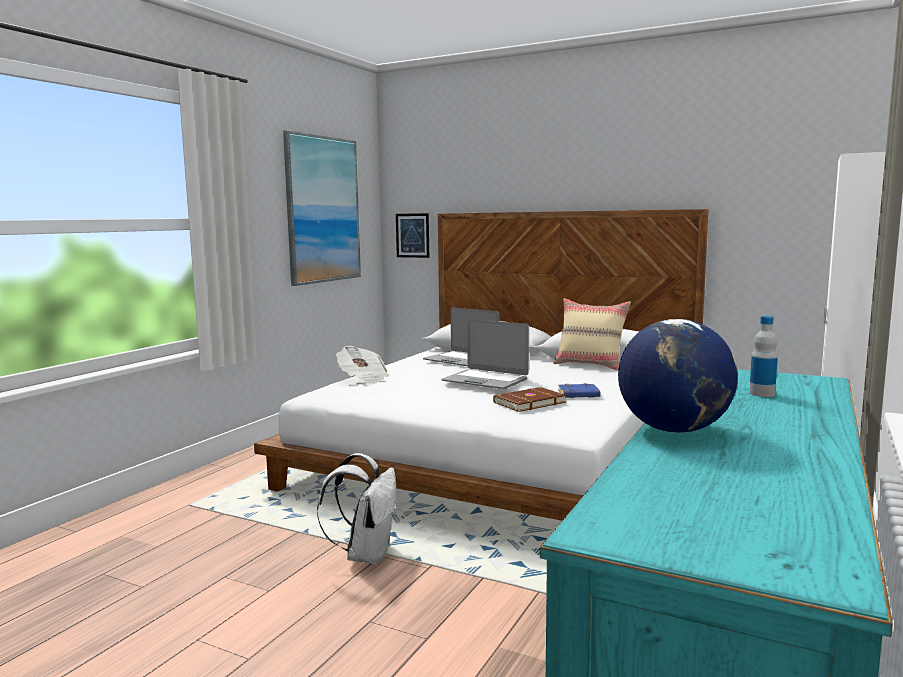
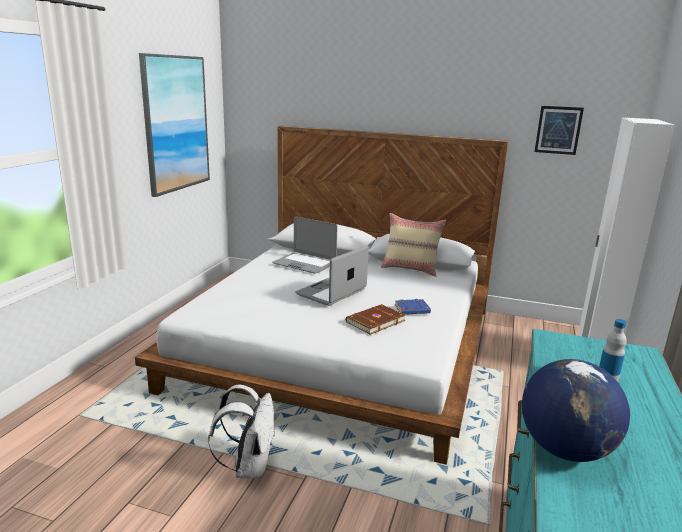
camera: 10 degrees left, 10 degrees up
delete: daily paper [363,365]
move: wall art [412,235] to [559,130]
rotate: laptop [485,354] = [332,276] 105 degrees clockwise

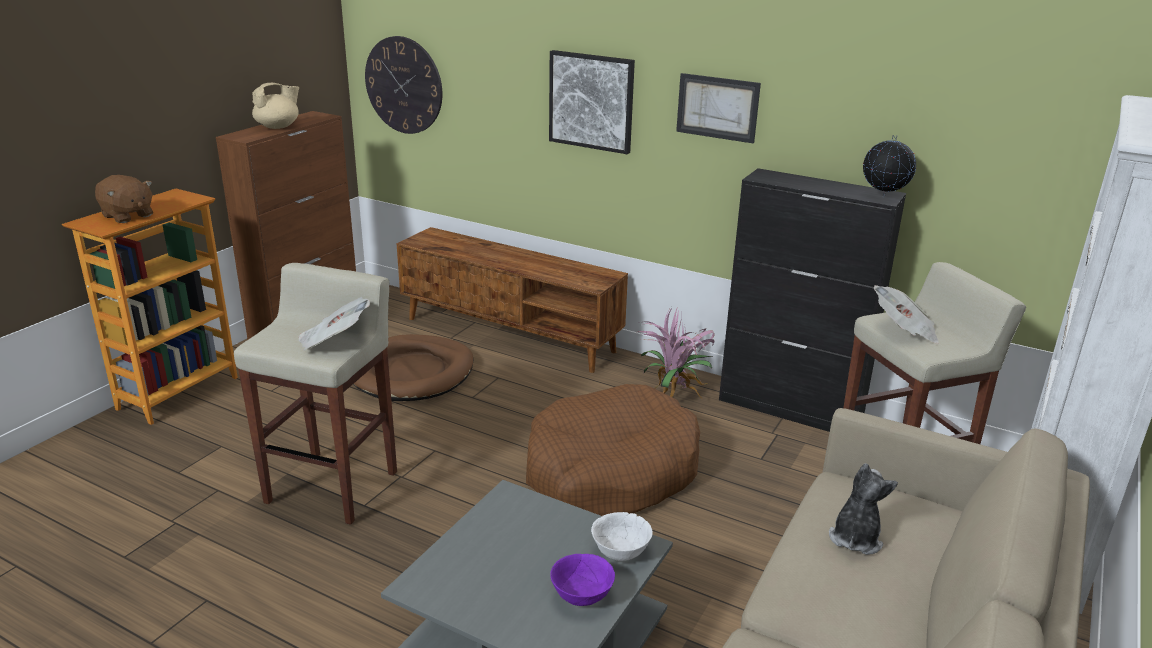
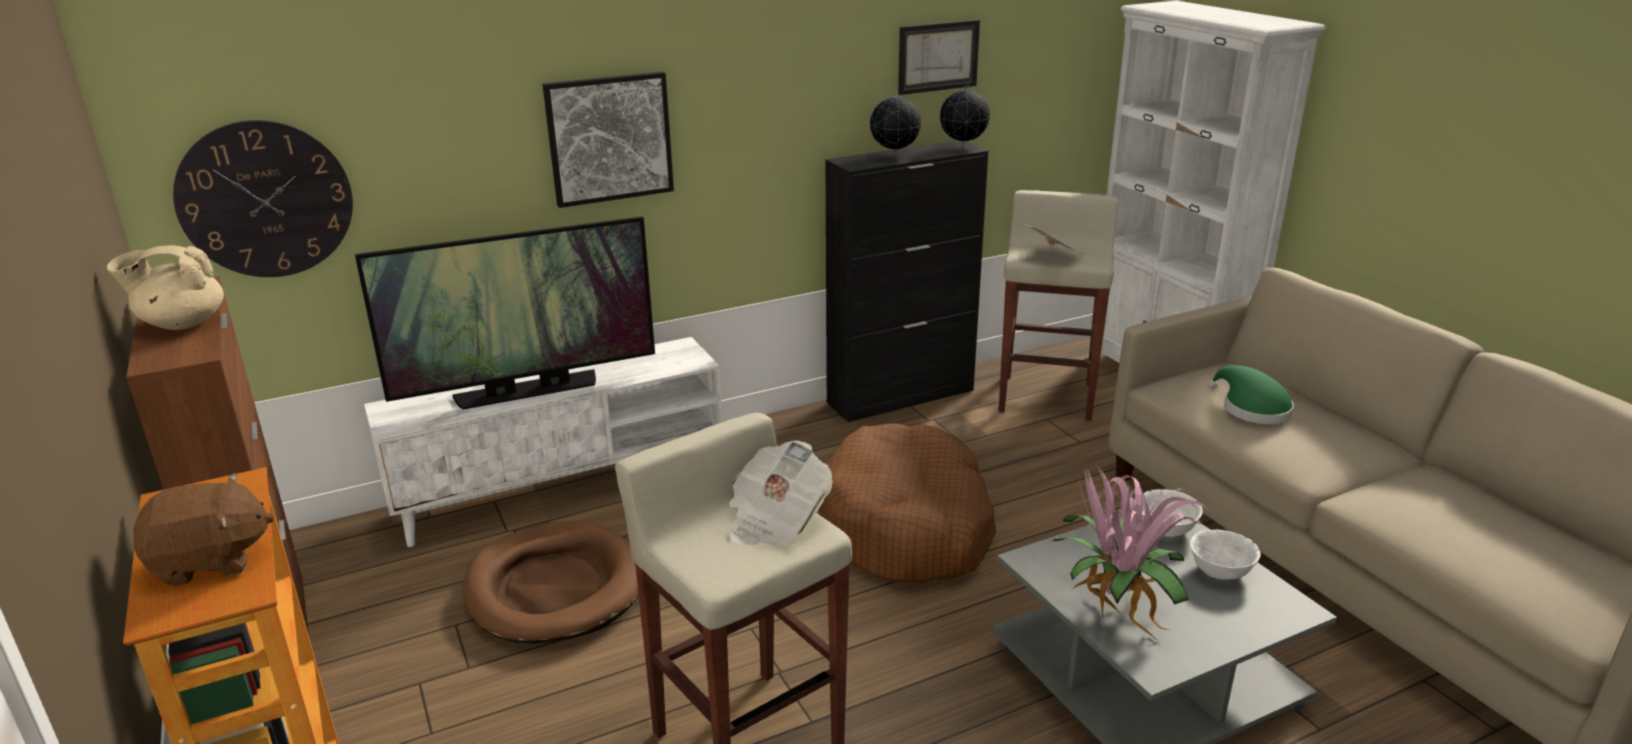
camera: 55 degrees left, 0 degrees up
insert: television [505,313]; desk globe [895,123]
move: plant in a pot [676,352] to [1131,554]; wall art [718,108] to [939,57]
replace: soft toy [863,509] to green clothing hat [1251,394]
recolor: brownish tv unit [512,300] to white-coloured tv unit [543,442]; purple deep dish [582,580] to white-coloured deep dish [1225,554]
rotate: sand-coloured teapot [275,106] = [165,287] 105 degrees counterclockwise

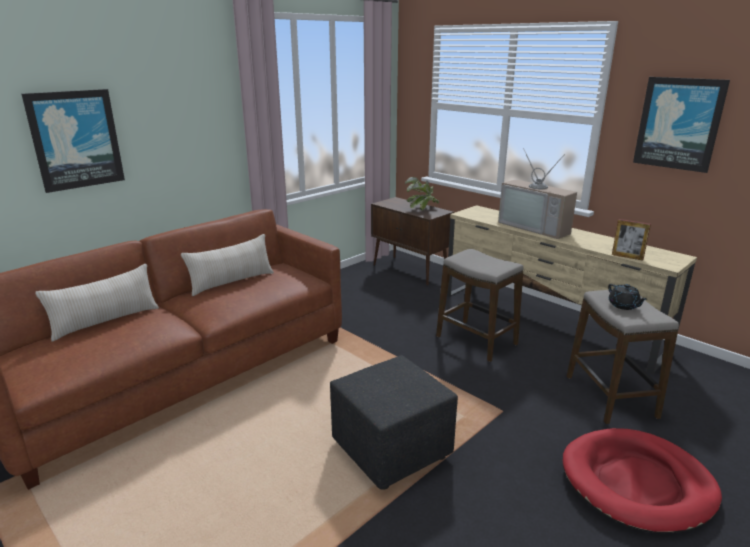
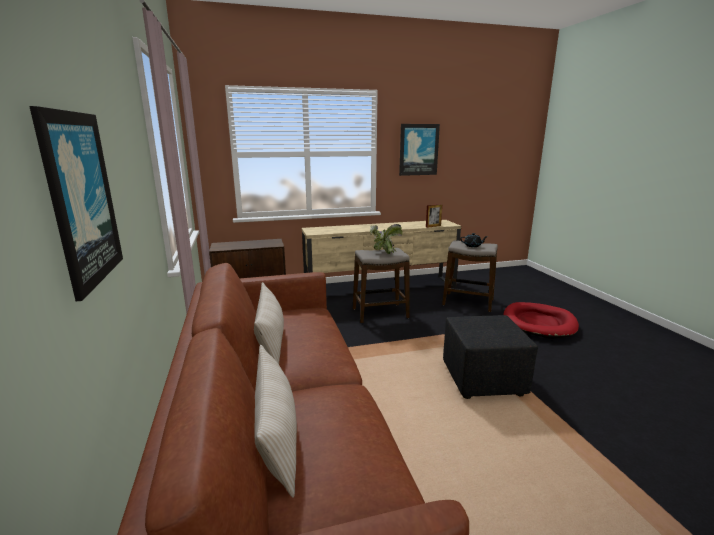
camera: 60 degrees left, 5 degrees down
delete: television [537,193]
move: plant in a pot [422,193] to [386,239]

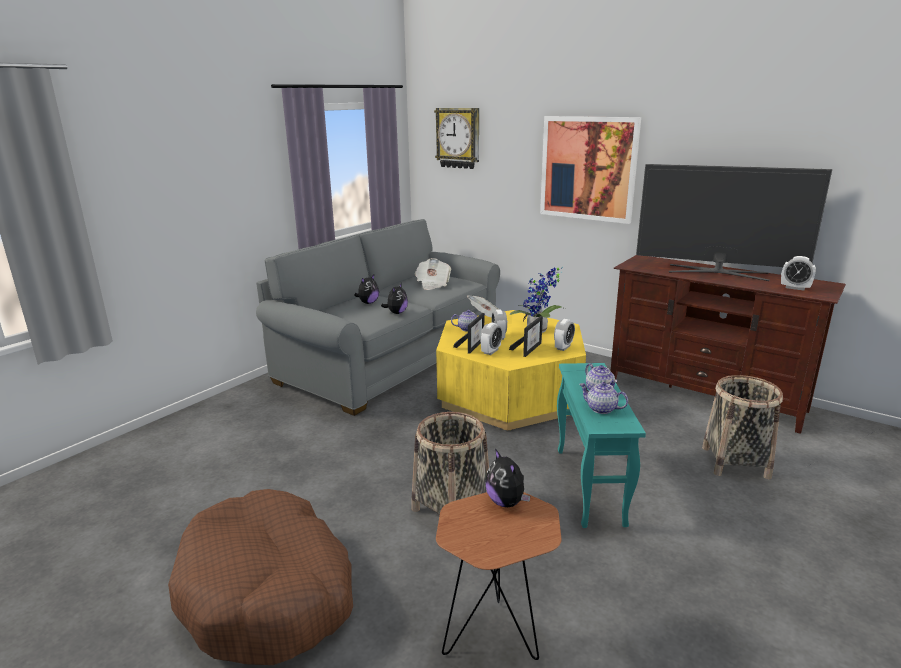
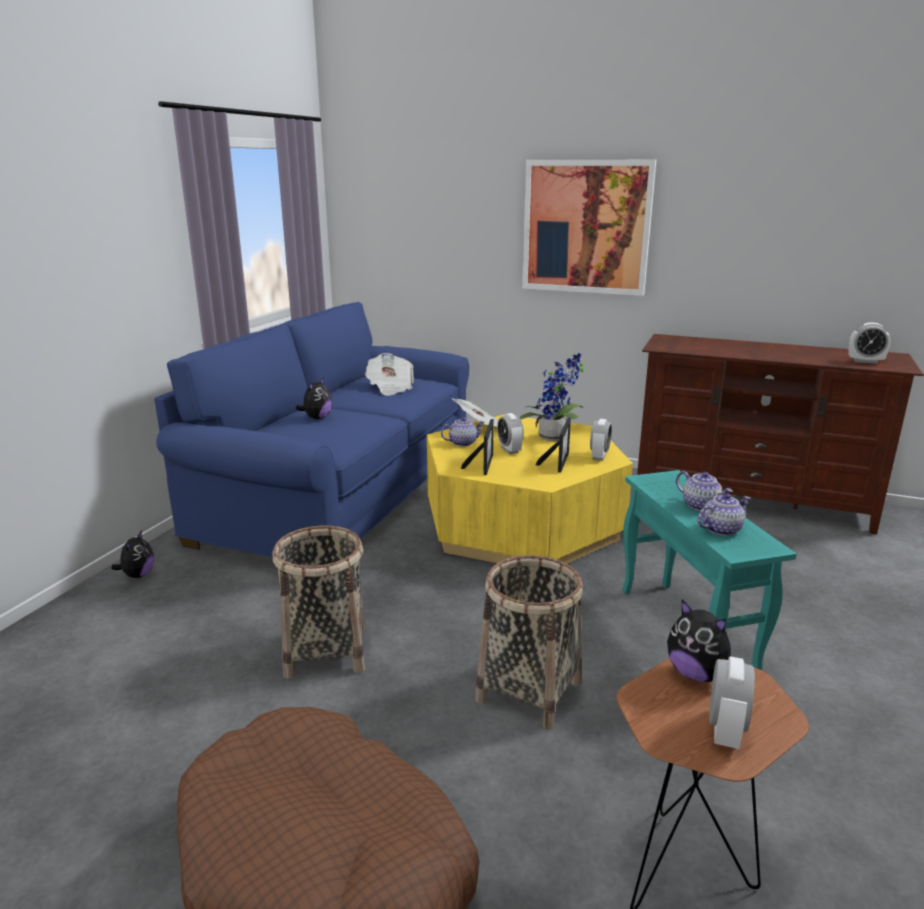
camera: 15 degrees left, 0 degrees up
delete: clock on the wall [456,138]; television [734,222]
move: soft toy [394,298] to [132,554]; bedside clock [491,338] to [732,702]; storage basket [742,427] to [318,602]
recolor: grey settee [378,317] to blue settee [311,429]
rotate: teapot [603,398] = [723,514] 135 degrees clockwise

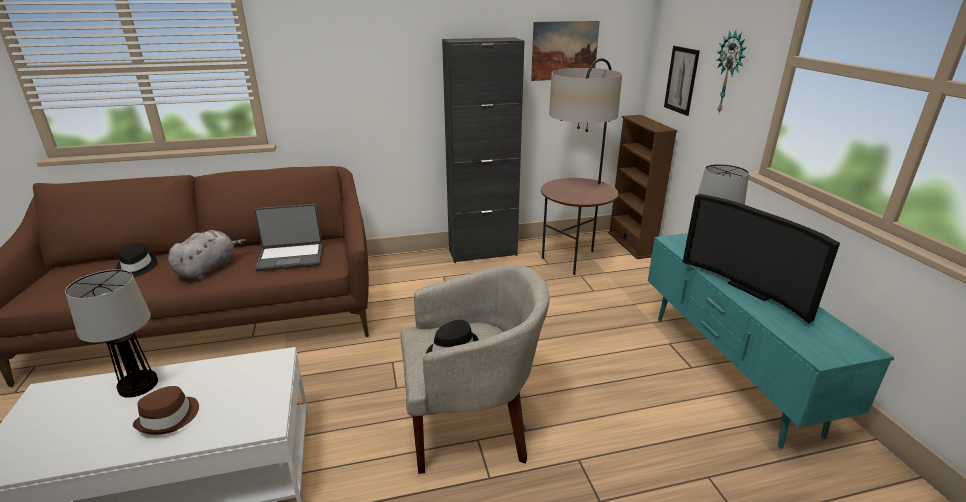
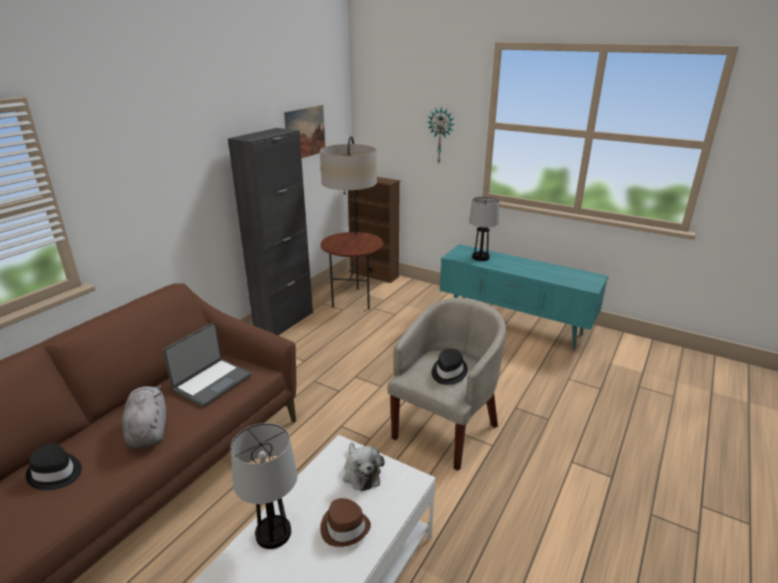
camera: 45 degrees left, 0 degrees up
delete: wall art [682,81]; television [761,258]
insert: soft toy [364,467]

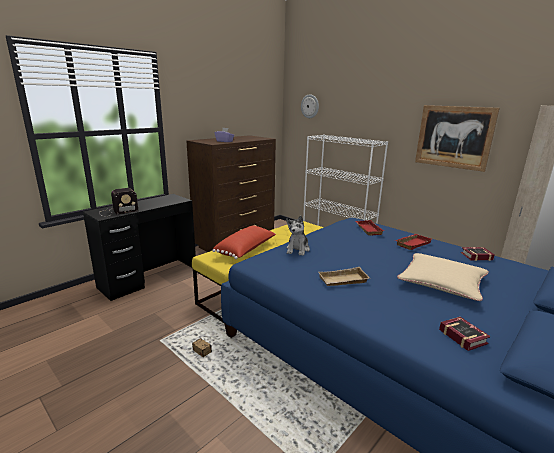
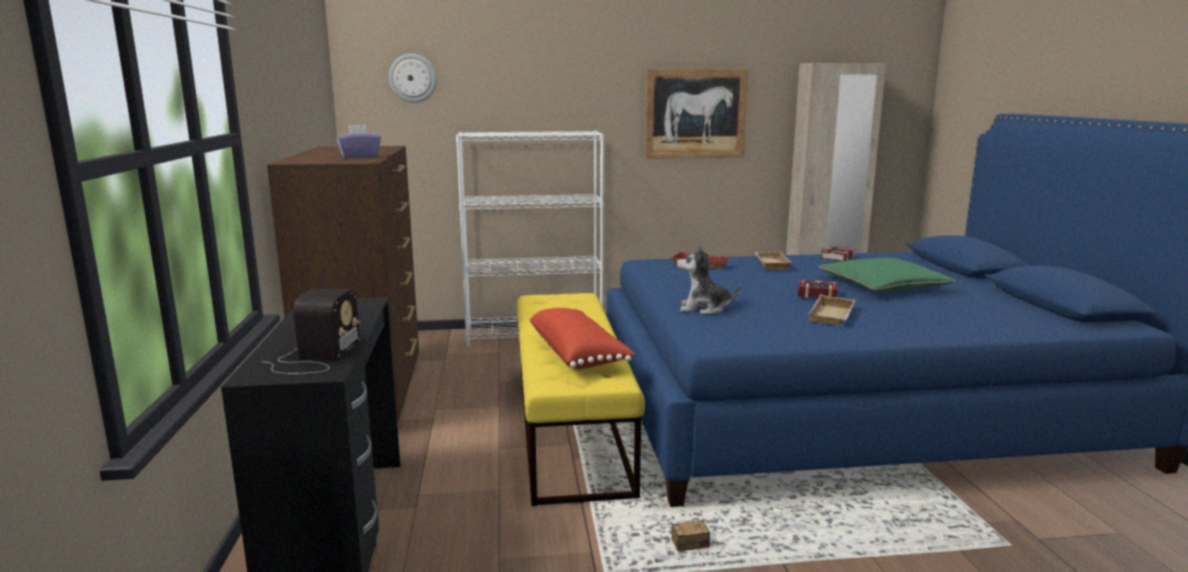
camera: 50 degrees left, 5 degrees down
move: bound book [464,334] to [818,289]
recolor: red-coloured tray [413,242] to sand-coloured tray [772,261]; sand-coloured pillow [443,277] to green pillow [887,274]
rotate: soft toy [298,235] = [708,280] 135 degrees clockwise

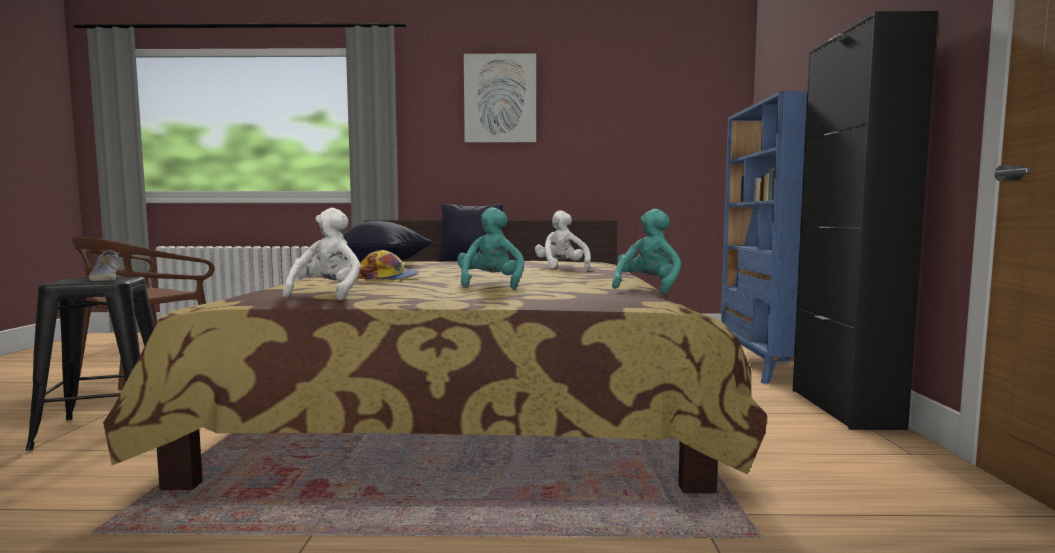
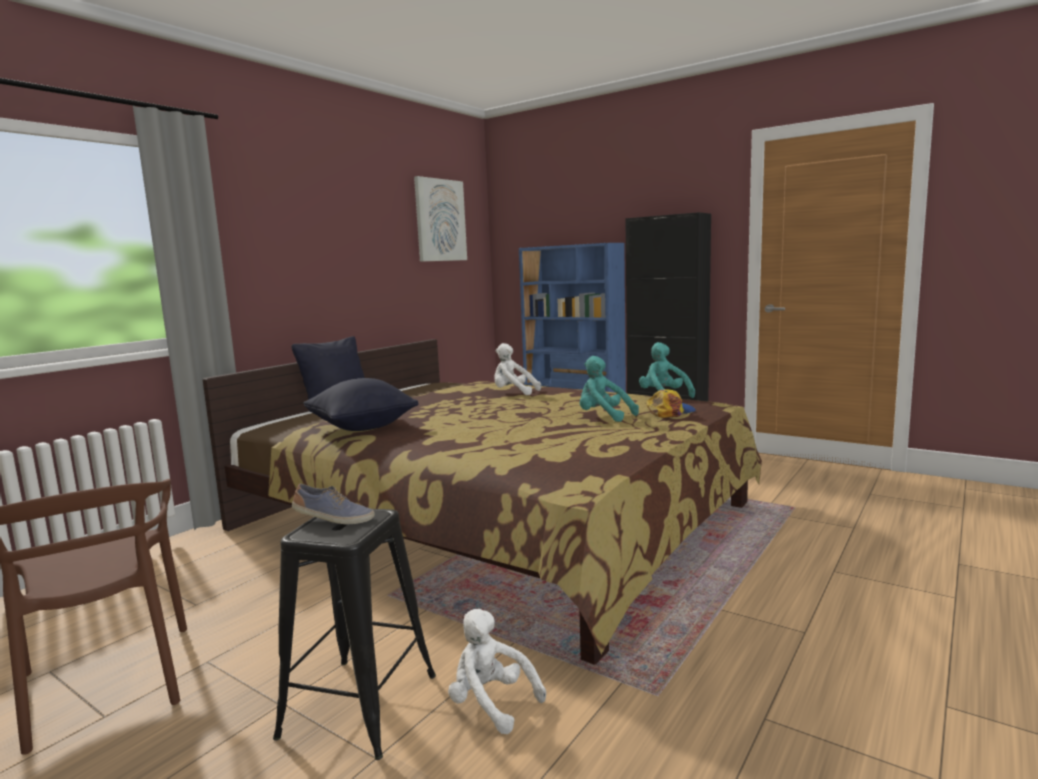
camera: 55 degrees left, 5 degrees up
move: white-coloured soft toy [322,254] to [497,671]; peaked cap [389,265] to [671,403]; wall art [500,98] to [440,219]

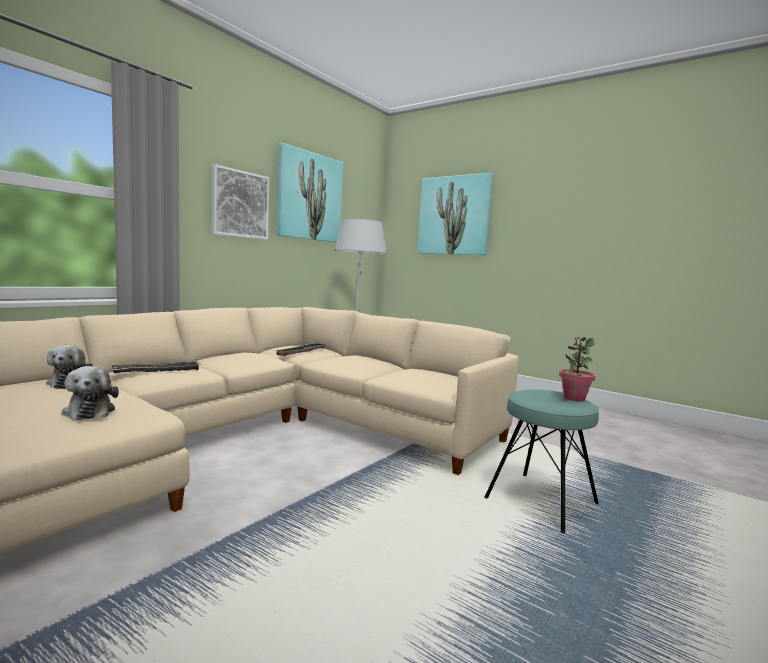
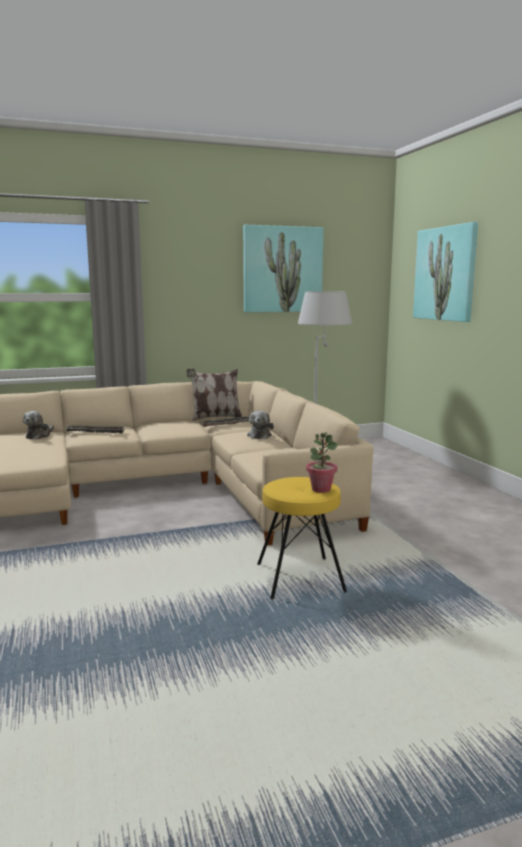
camera: 35 degrees right, 5 degrees up
delete: wall art [240,202]
insert: pillow [214,395]
move: soft toy [90,393] to [260,425]
recolor: blue-green sitting stool [541,461] to yellow-coloured sitting stool [302,538]

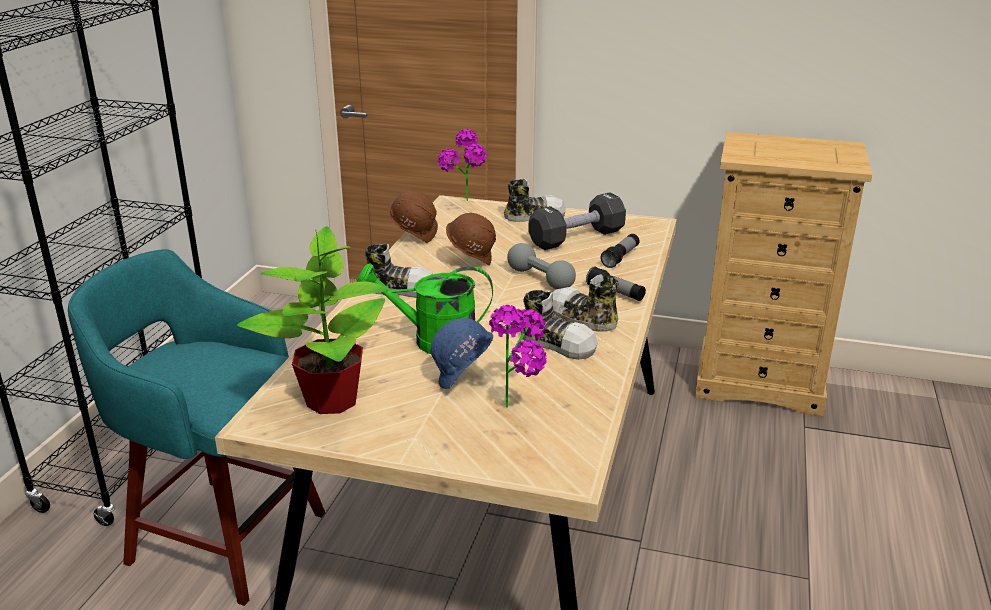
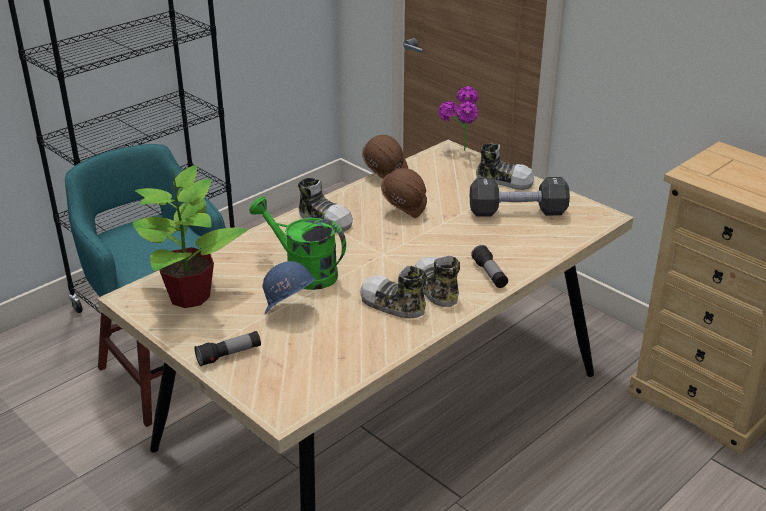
camera: 30 degrees right, 5 degrees up
delete: plant in a pot [518,356]; grey hand weight [541,266]
move: flashlight [619,251] to [228,349]
rotate: item of footwear [559,325] = [393,292] 150 degrees clockwise

